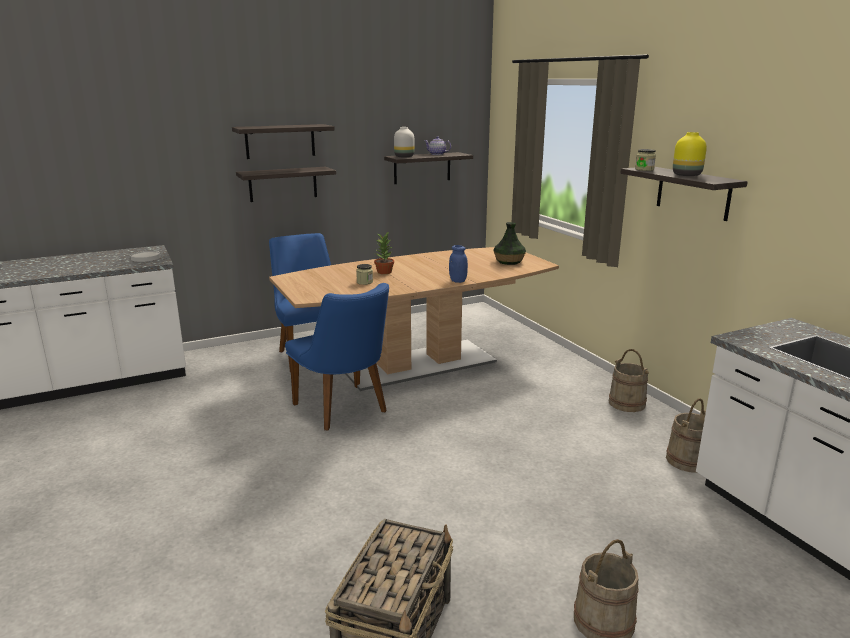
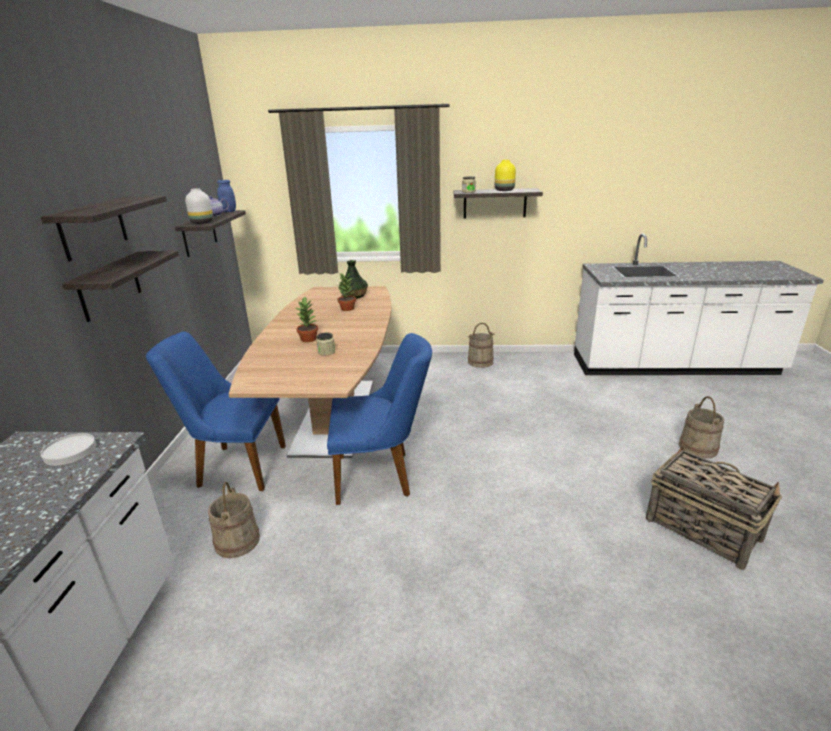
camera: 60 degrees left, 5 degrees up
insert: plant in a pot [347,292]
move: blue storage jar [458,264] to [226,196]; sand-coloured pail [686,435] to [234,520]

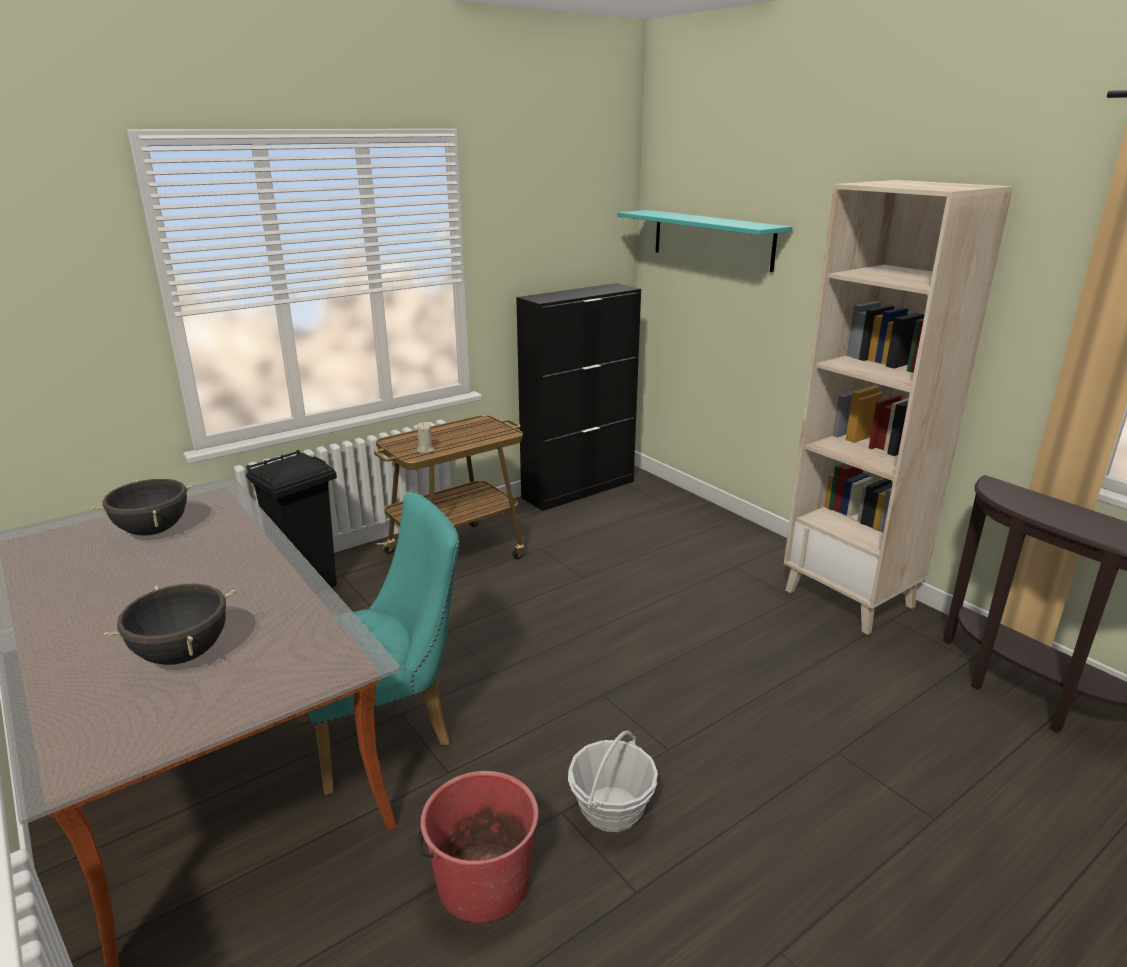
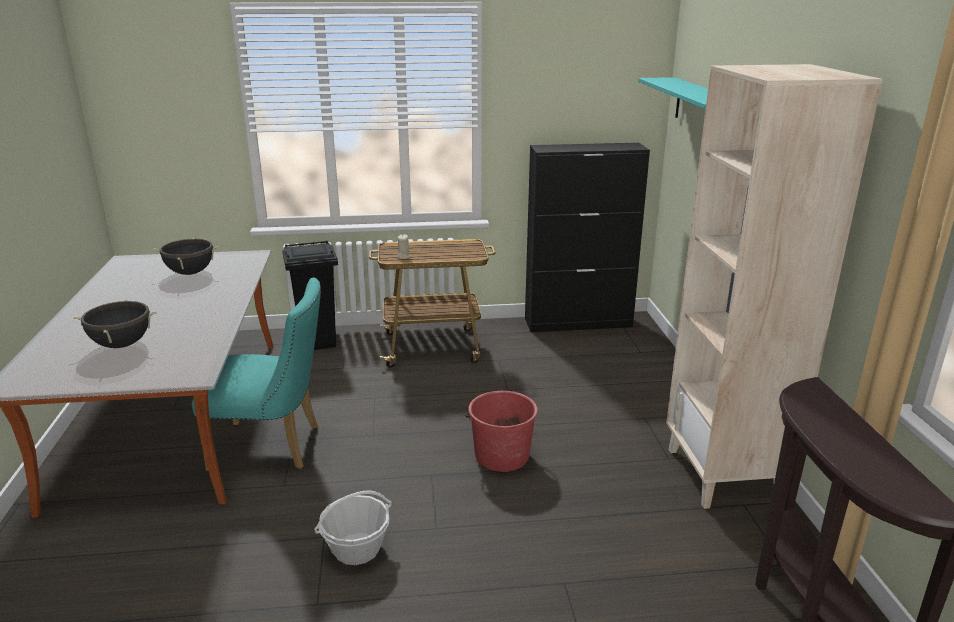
camera: 30 degrees right, 0 degrees up
move: red-coloured pail [478,847] to [501,431]

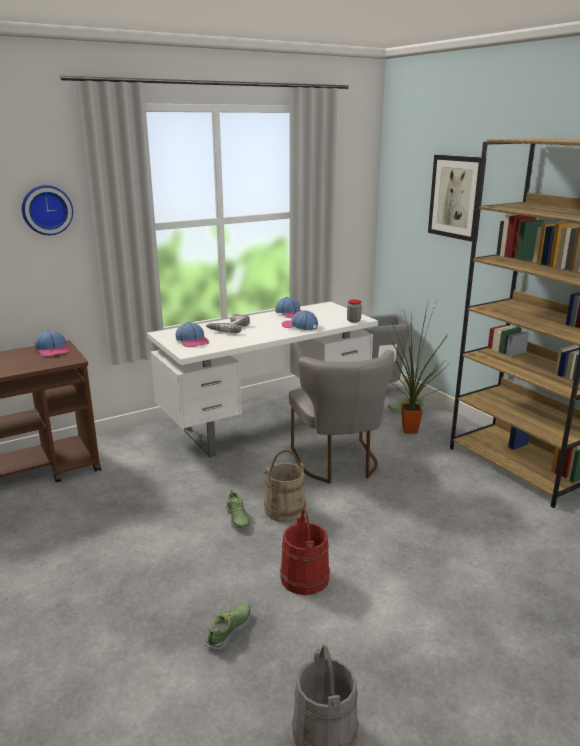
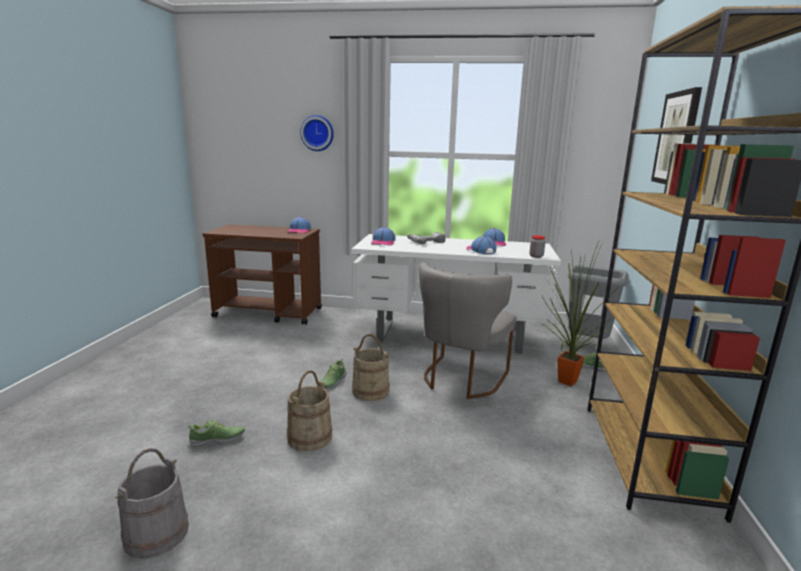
camera: 40 degrees right, 5 degrees down
recolor: red-coloured pail [305,551] to sand-coloured pail [310,410]

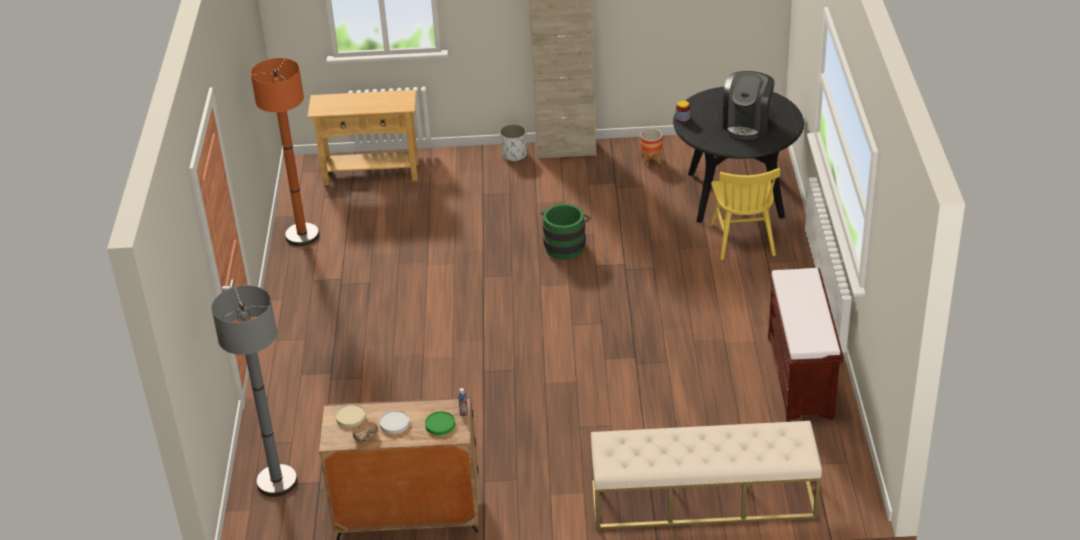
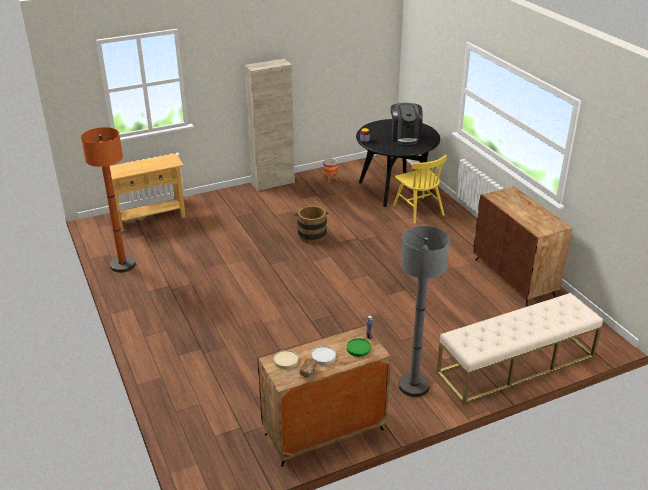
camera: 25 degrees left, 5 degrees down
delete: white-coloured planter [513,143]
move: grey floor lamp [254,391] to [424,311]
replace: brownish long seat [806,345] to brownish storage cabinet [522,246]
recolor: green pail [566,232] to brownish pail [312,225]

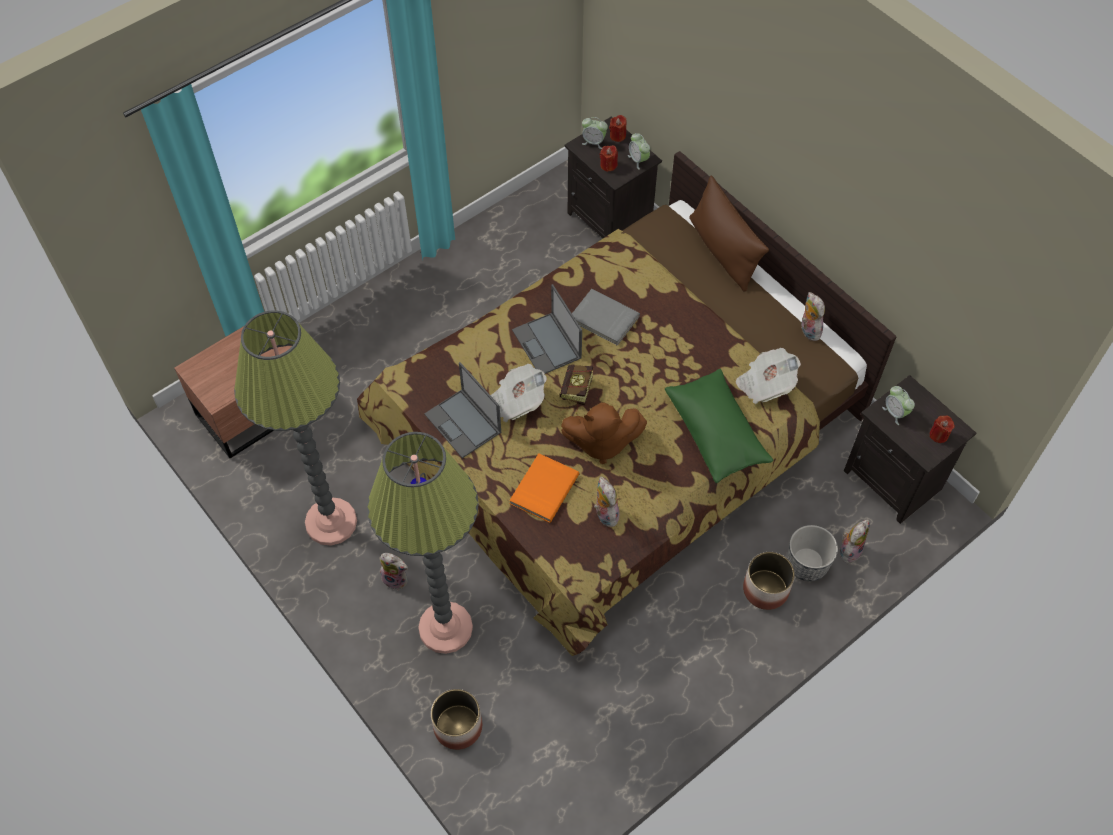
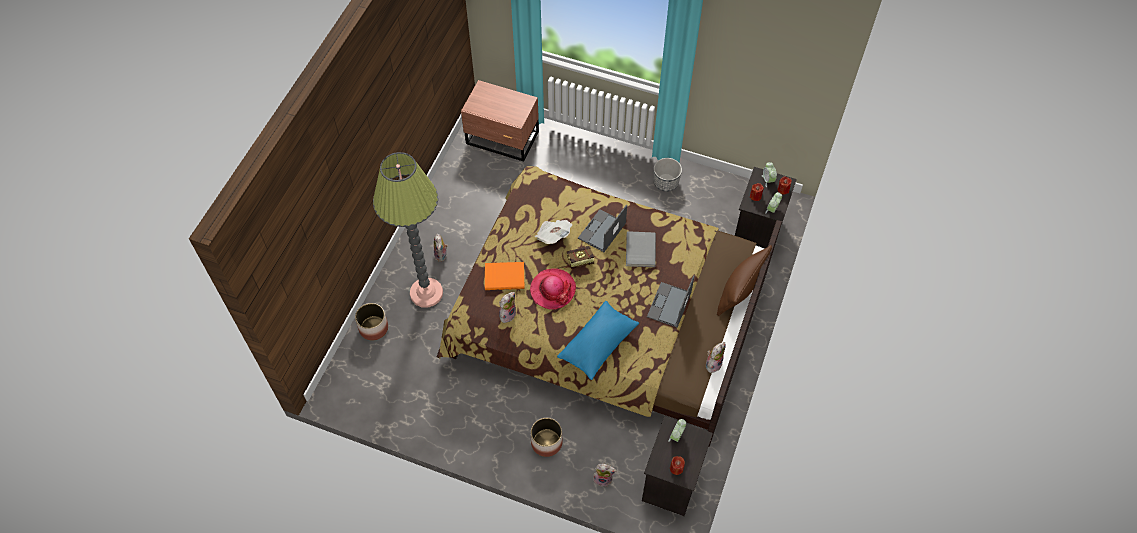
camera: 60 degrees right, 0 degrees up
delete: floor lamp [295,428]; daily paper [768,376]
move: laptop [462,410] to [671,301]; planter [812,553] to [668,175]
replace: brownish soft toy [604,433] to clothing hat [553,289]
recolor: green pillow [719,426] to blue pillow [598,340]

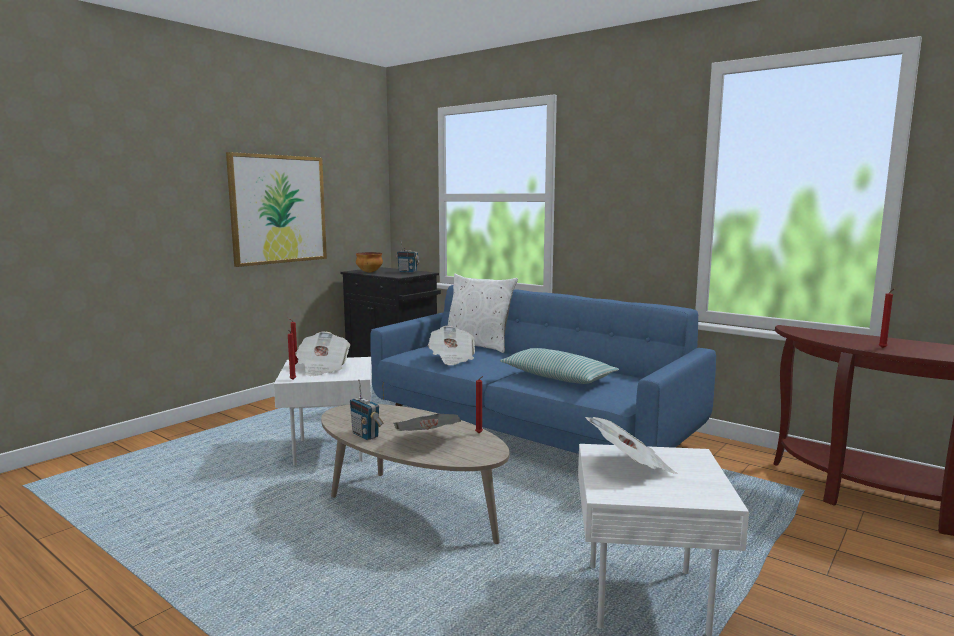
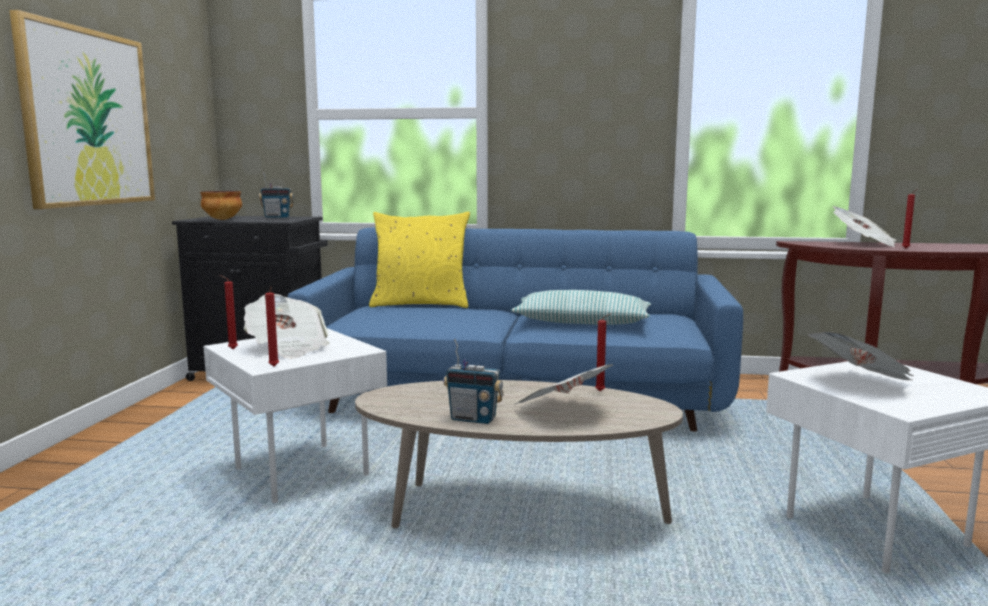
camera: 30 degrees left, 0 degrees up
move: daily paper [451,345] to [864,226]
recolor: white-coloured pillow [483,313] to yellow-coloured pillow [419,259]

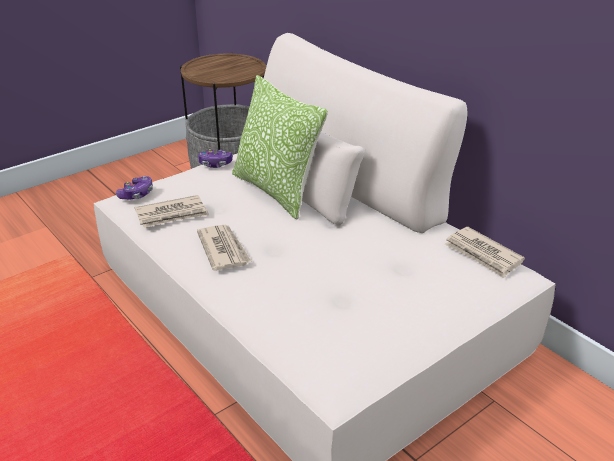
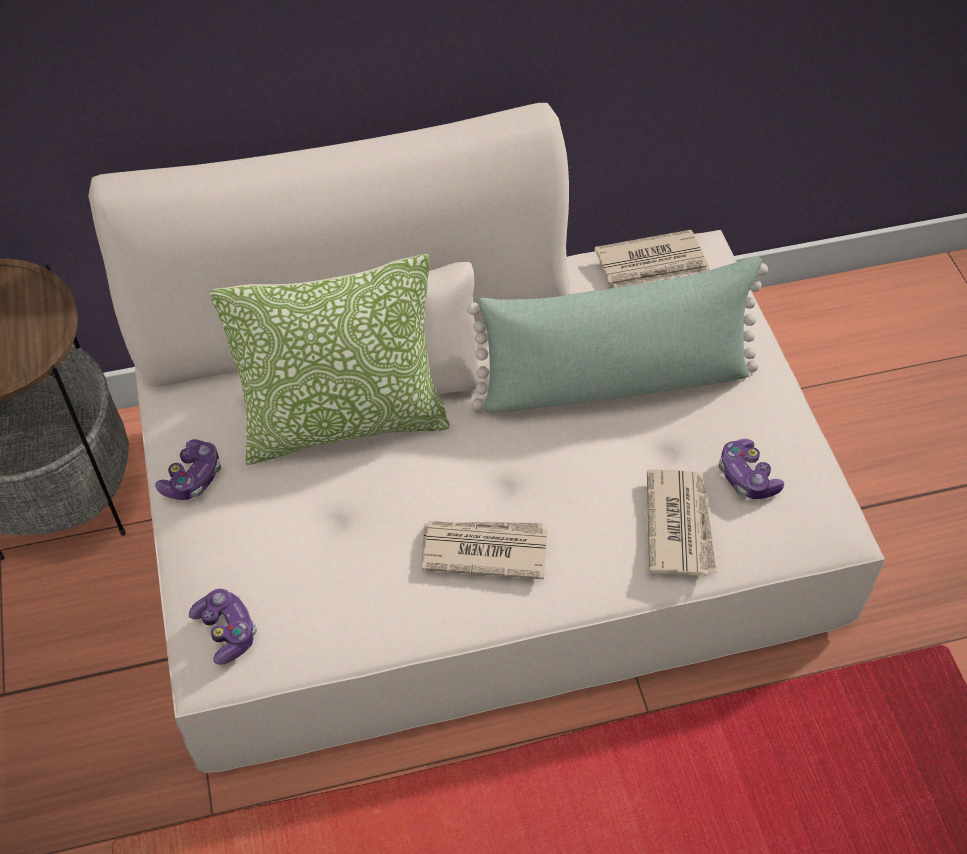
camera: 65 degrees left, 20 degrees up
insert: green pillow [617,334]; joypad [751,469]
move: daily paper [172,211] to [682,522]

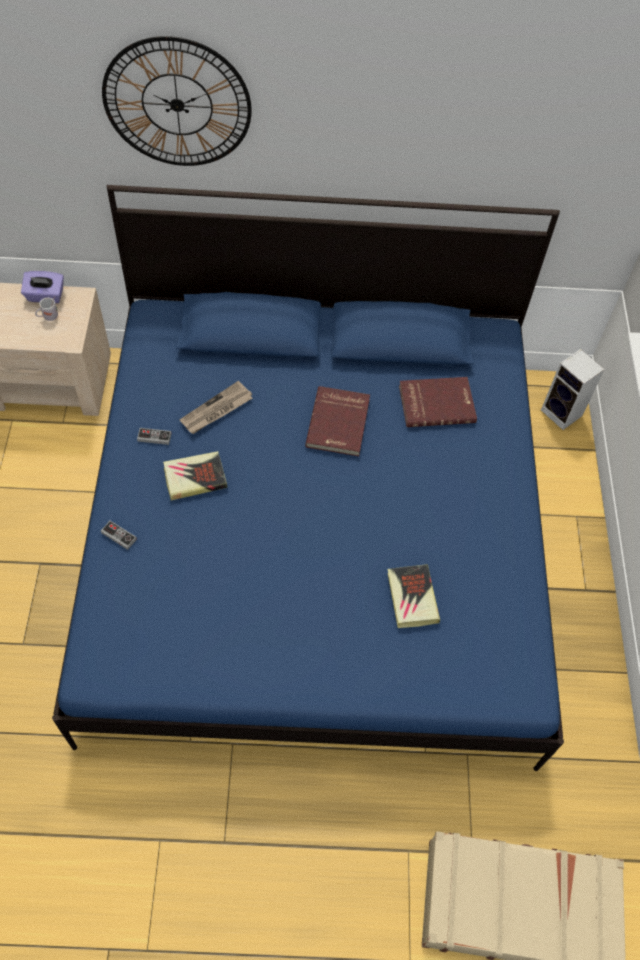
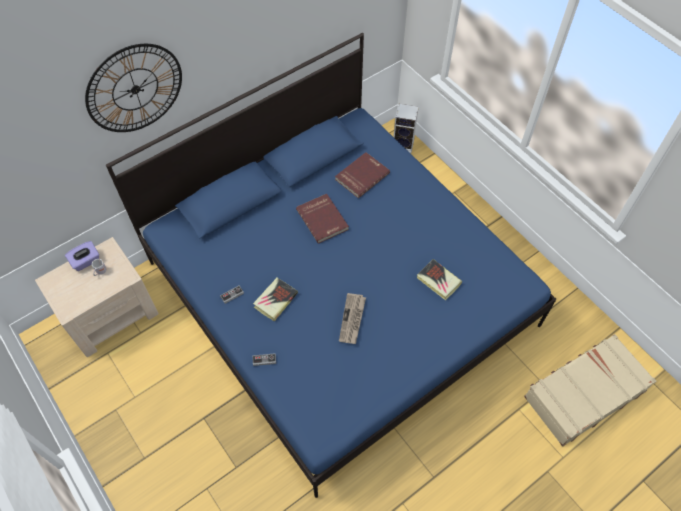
camera: 35 degrees left, 0 degrees up
move: daily paper [216,407] to [352,318]

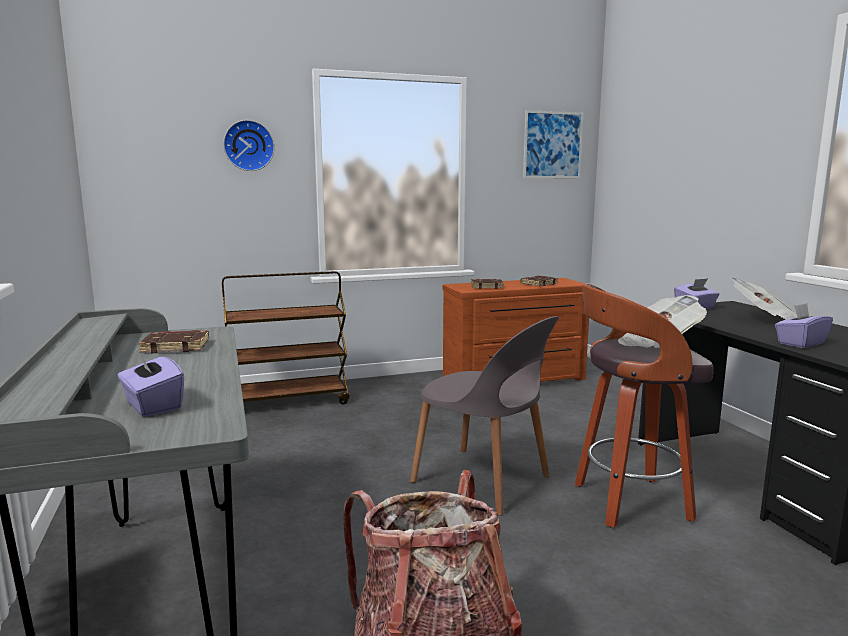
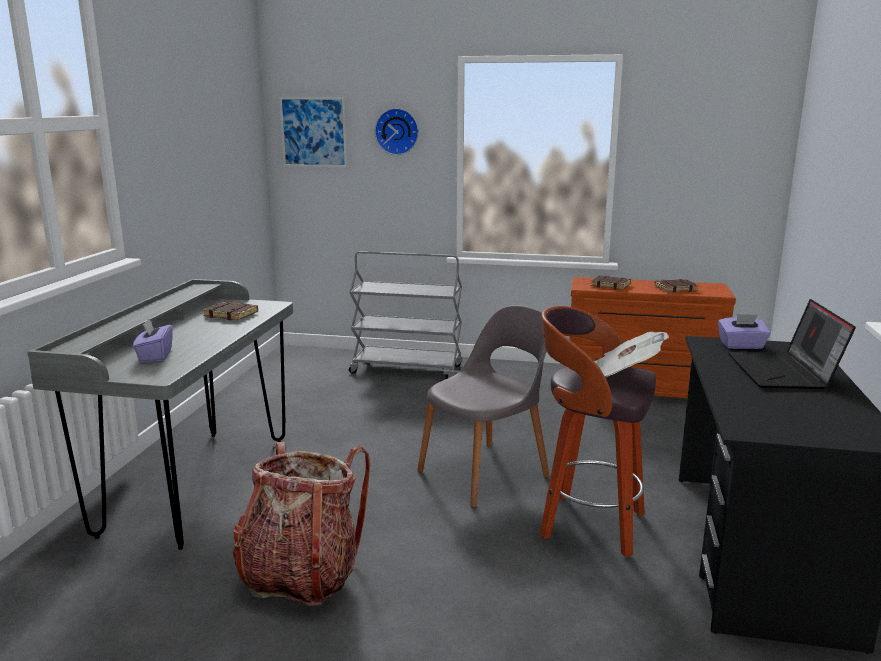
camera: 30 degrees right, 5 degrees up
delete: purple tissue box [804,325]
move: wall art [553,144] to [313,132]
replace: daily paper [764,297] to laptop [792,344]
recolor: brownish wheeled cart [286,338] to grey wheeled cart [406,315]
rotate: grey plain chair [484,416] = [483,406] 105 degrees counterclockwise

